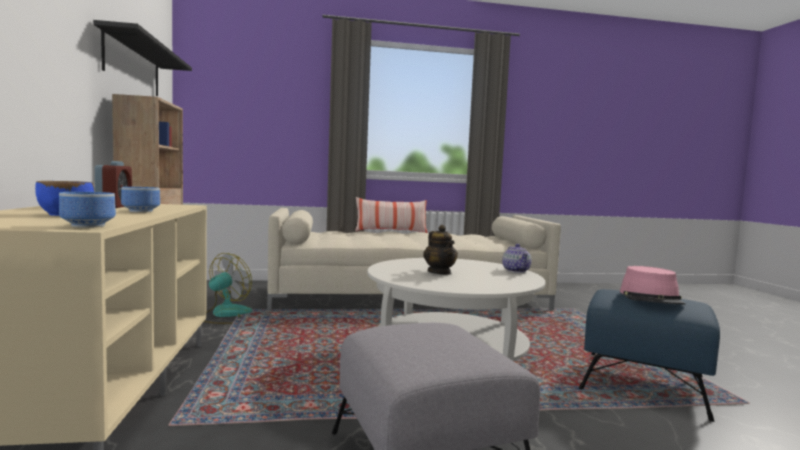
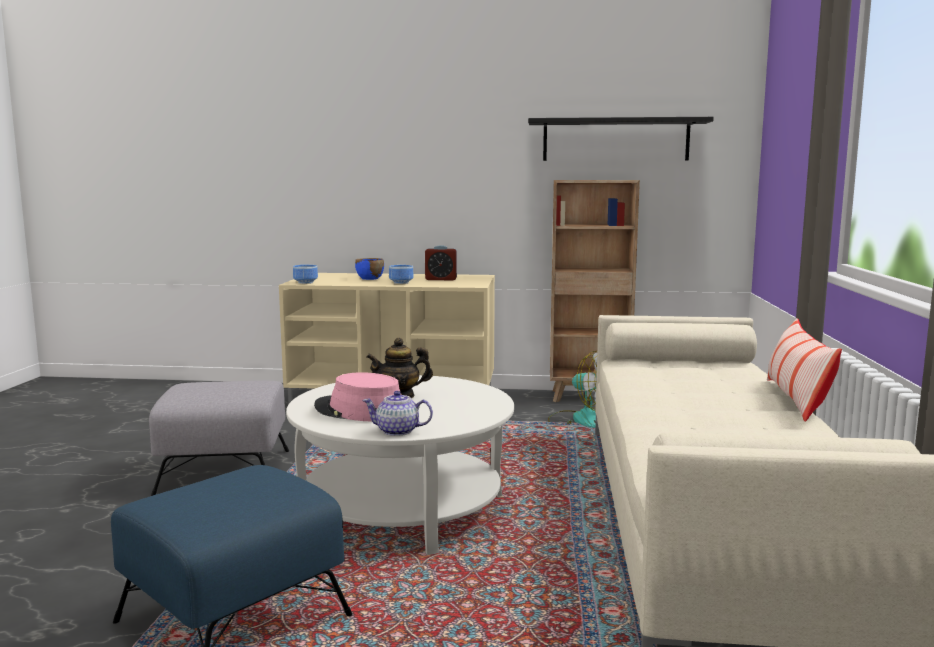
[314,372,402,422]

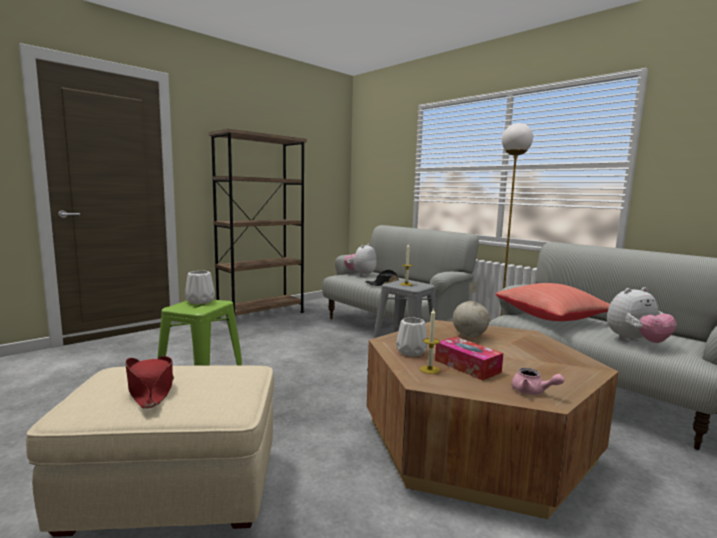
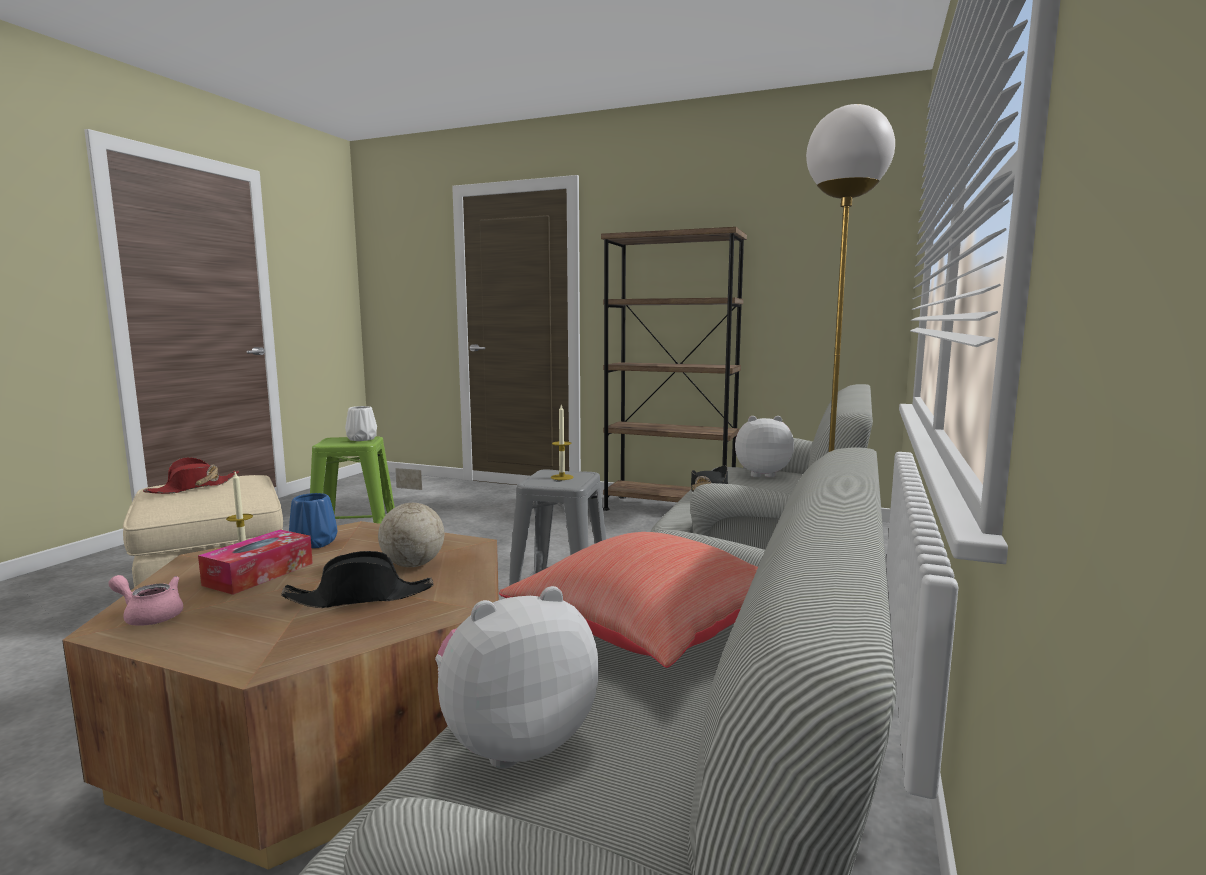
[109,575,183,626]
[281,551,433,608]
[289,493,337,548]
[435,586,599,769]

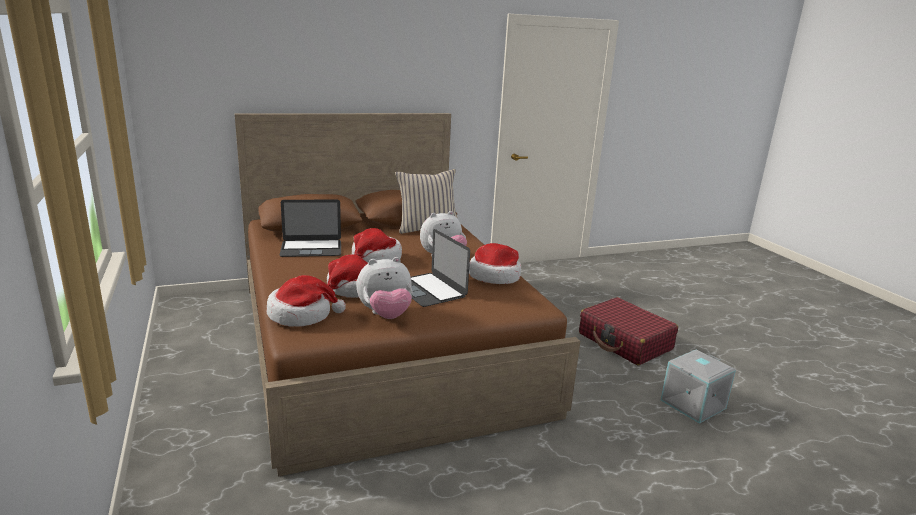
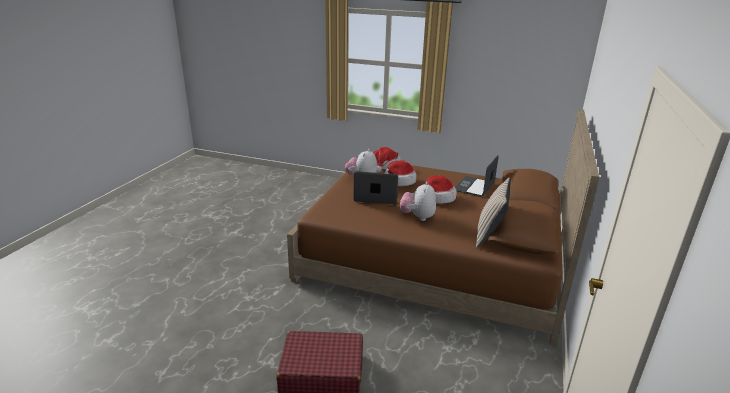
[469,243,521,284] (first image)
[661,349,736,424] (first image)

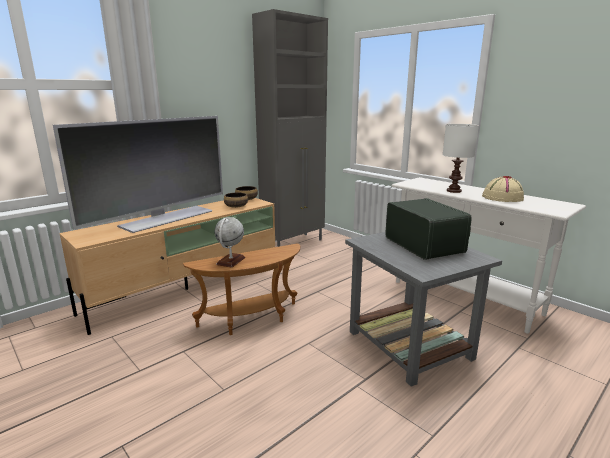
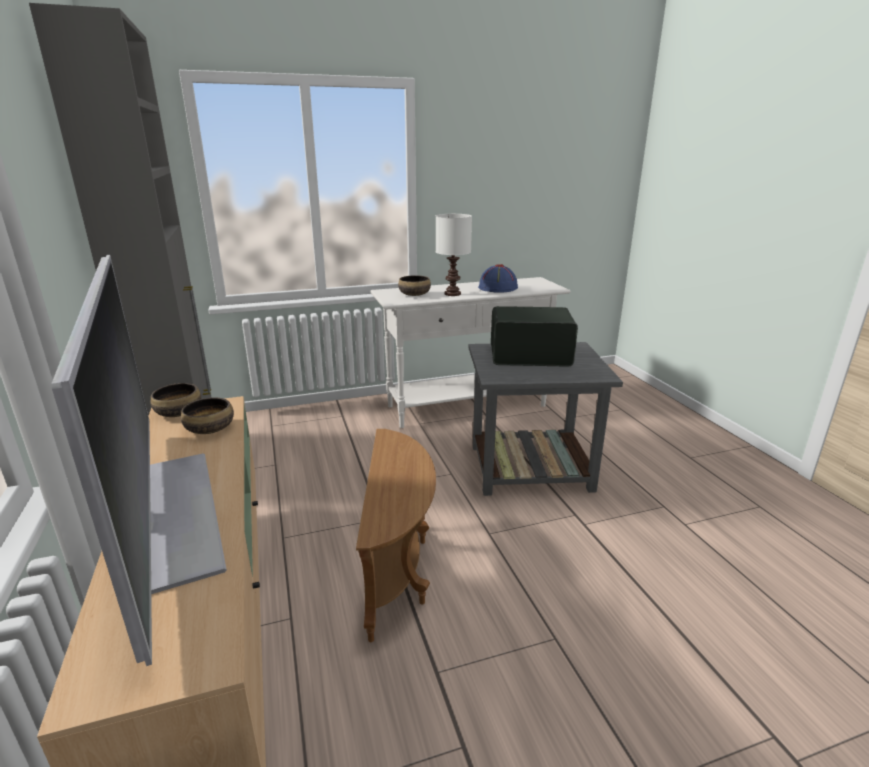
[398,275,431,296]
[478,264,518,293]
[215,217,245,268] (first image)

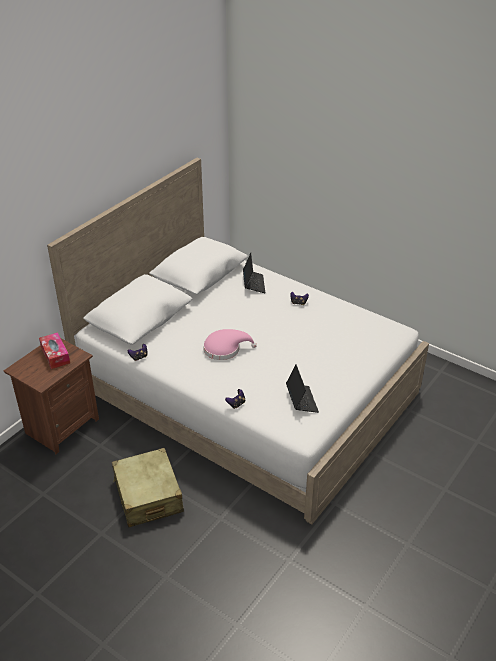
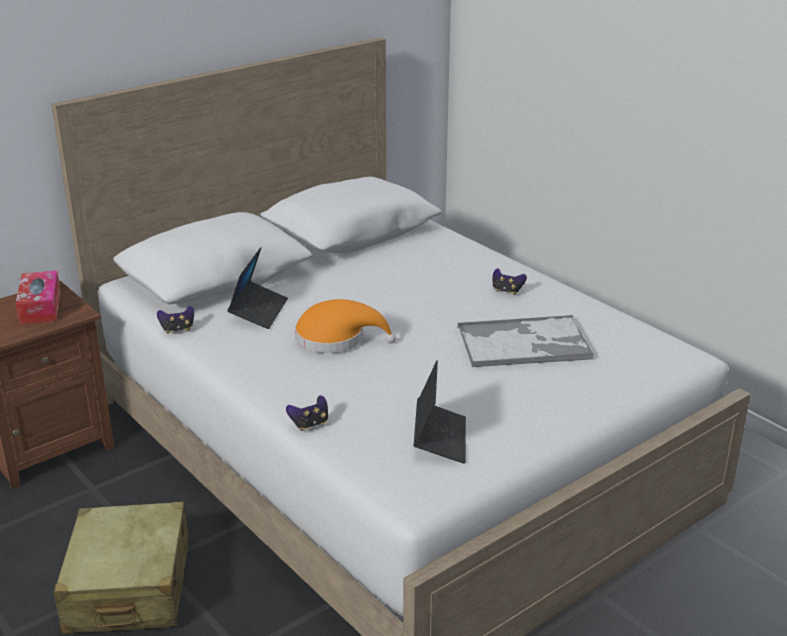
[227,247,288,329]
[295,299,396,353]
[458,315,594,368]

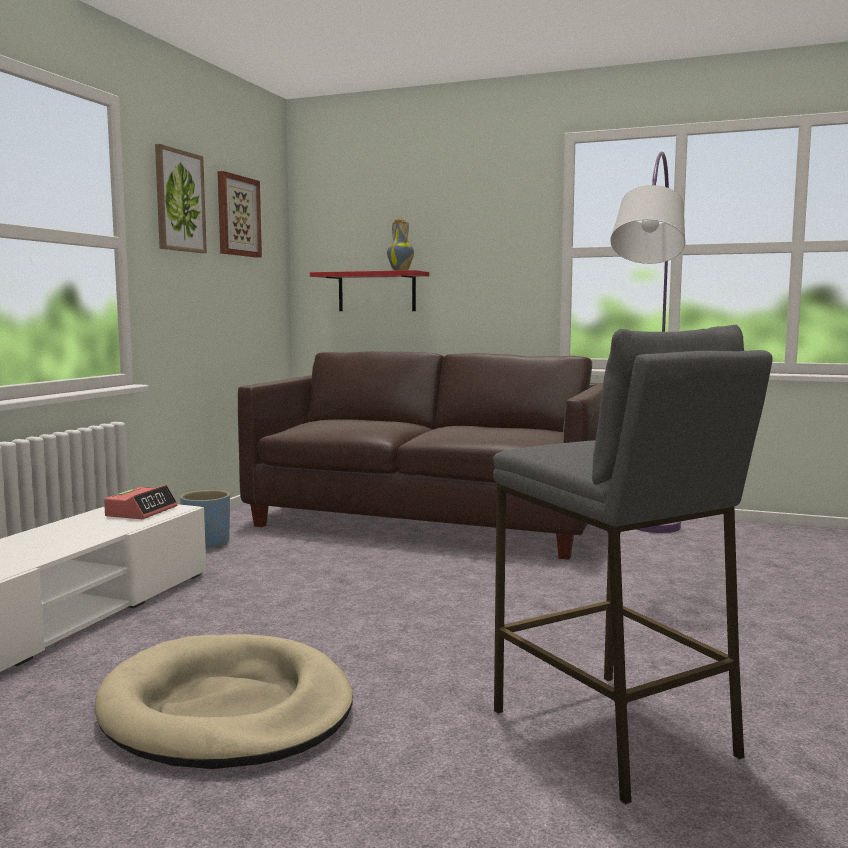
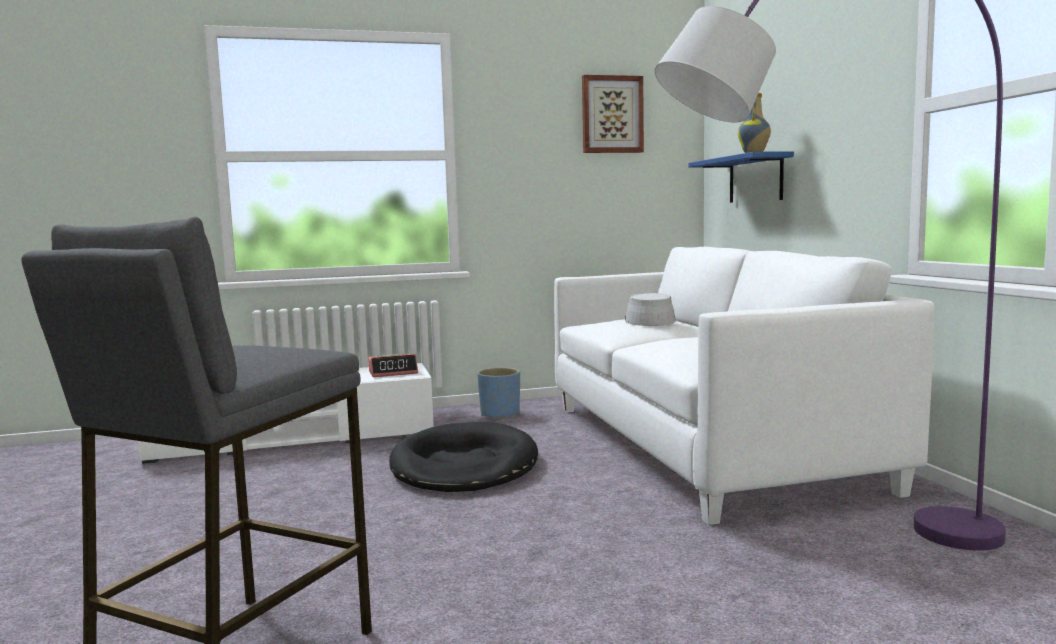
[389,422,538,492]
[554,247,935,525]
[625,293,676,326]
[688,151,794,203]
[94,634,353,769] (first image)
[155,144,207,253] (first image)

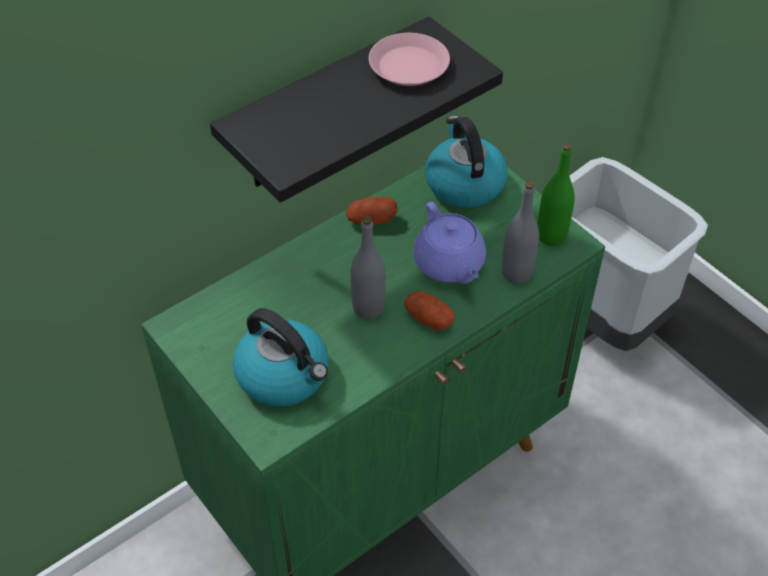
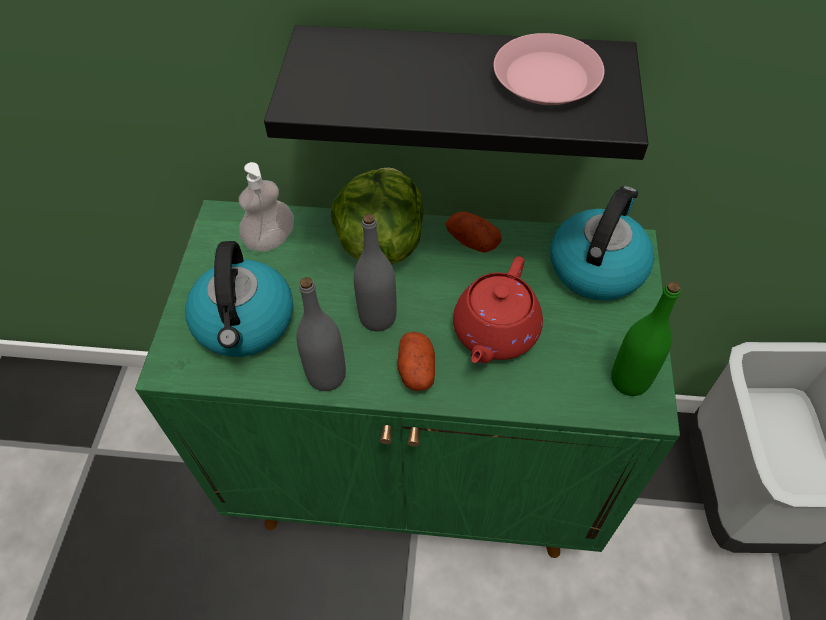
[239,162,294,252]
[296,277,346,391]
[331,167,424,264]
[453,256,543,364]

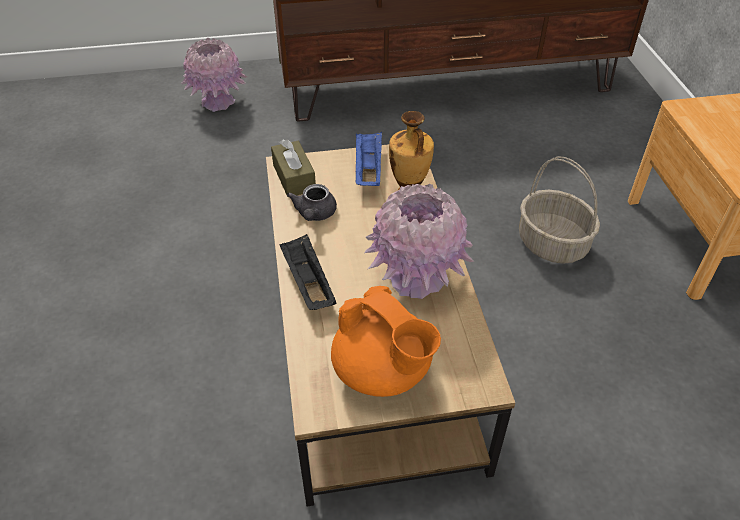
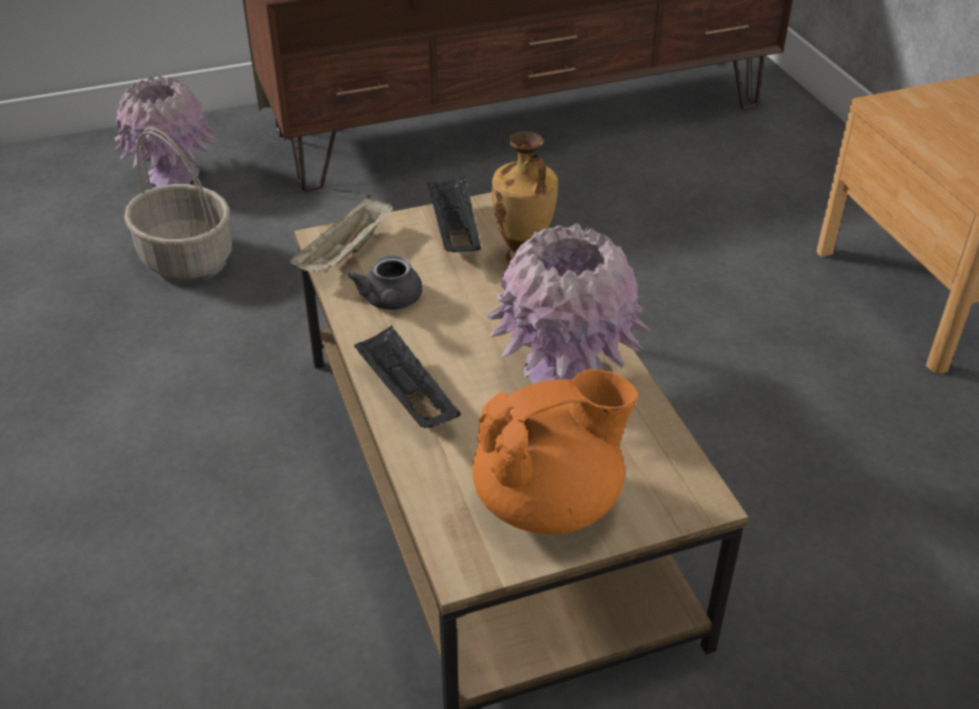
[124,127,232,279]
[290,195,393,273]
[428,177,481,252]
[472,369,637,534]

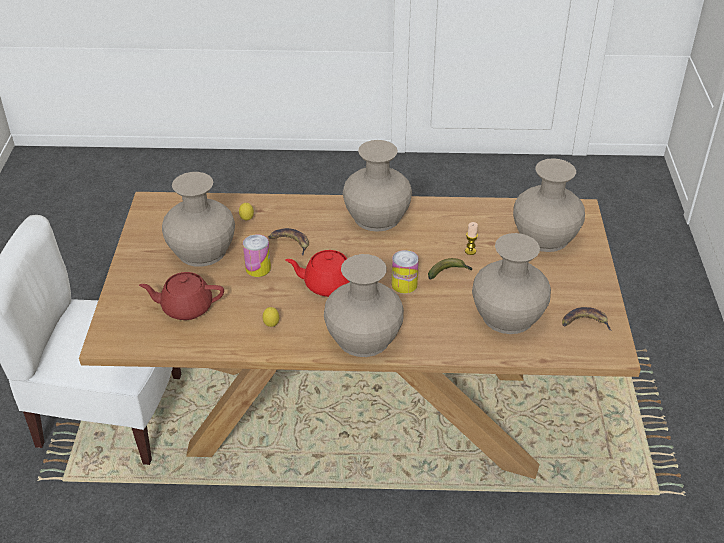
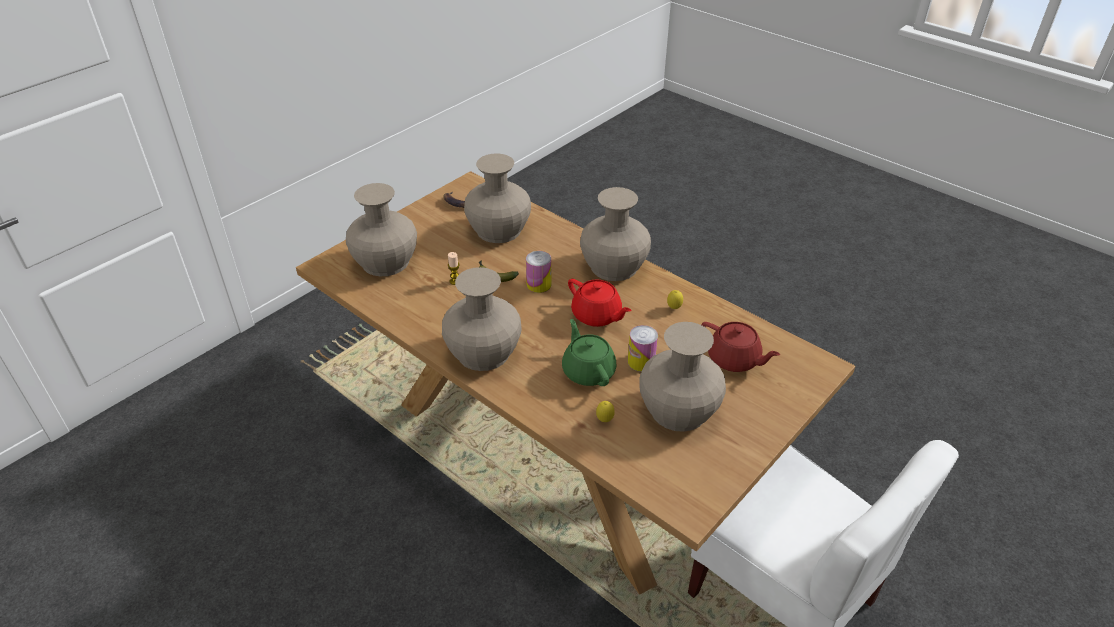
[562,319,617,386]

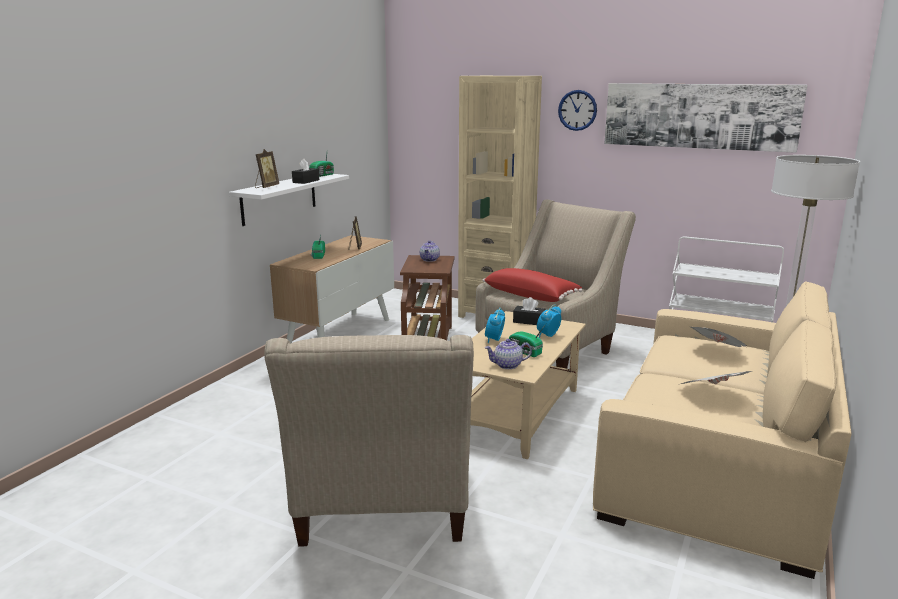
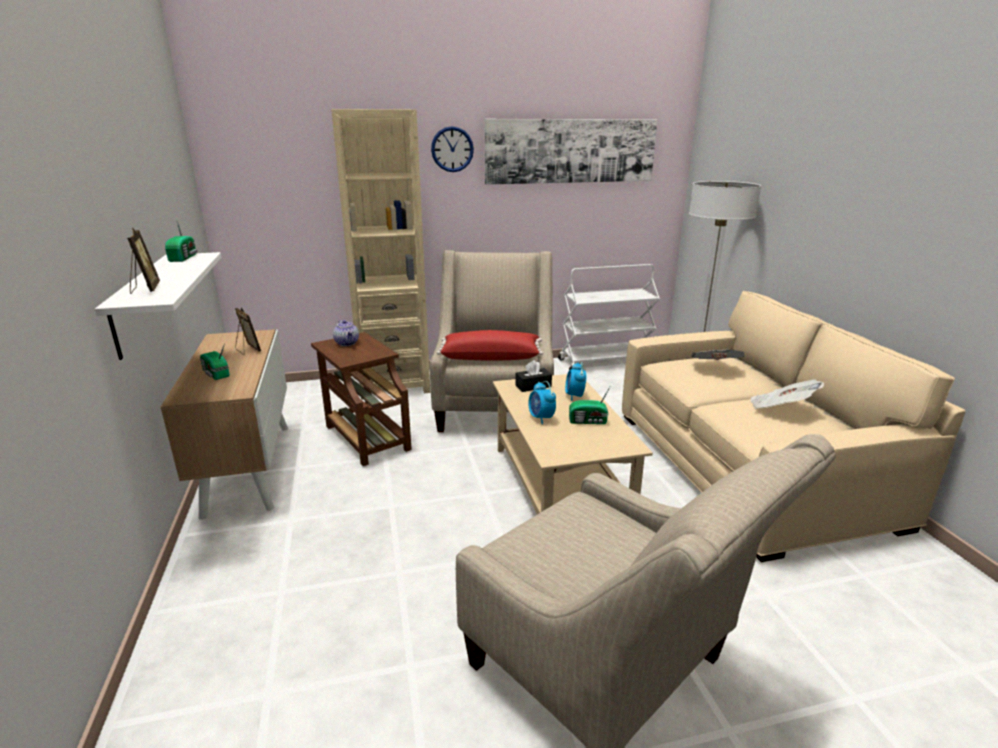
[292,159,319,184] (first image)
[485,339,532,369] (first image)

